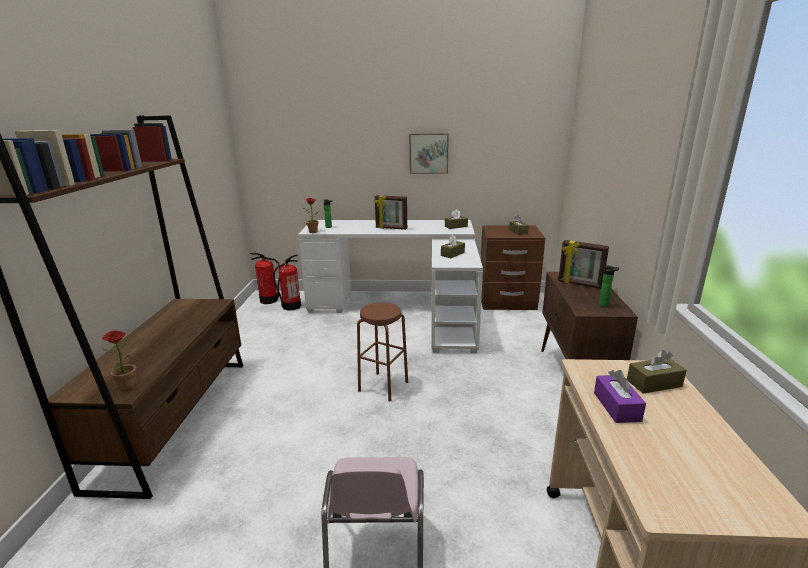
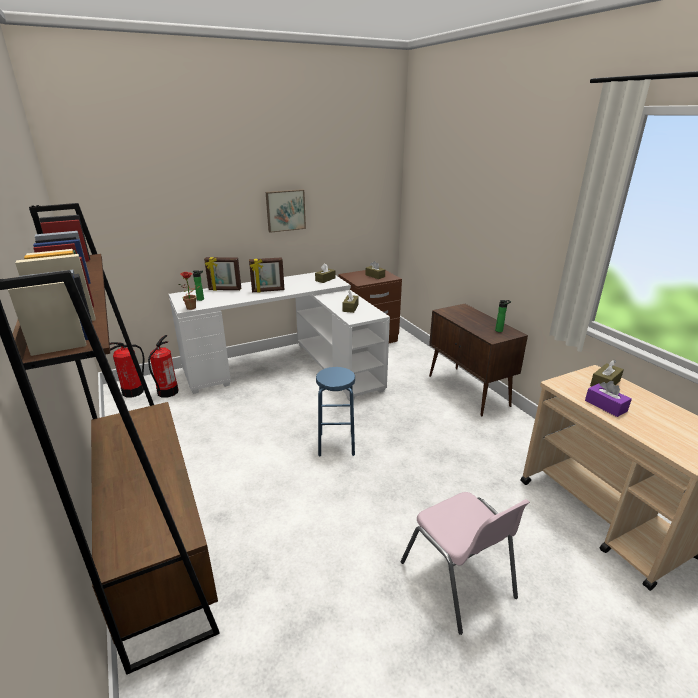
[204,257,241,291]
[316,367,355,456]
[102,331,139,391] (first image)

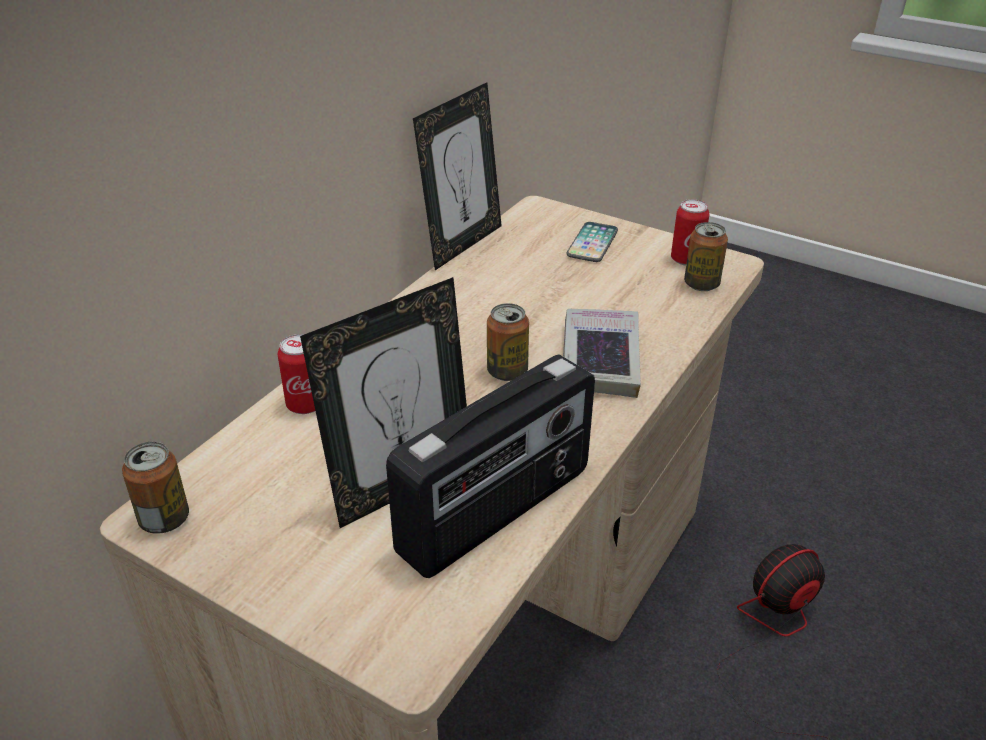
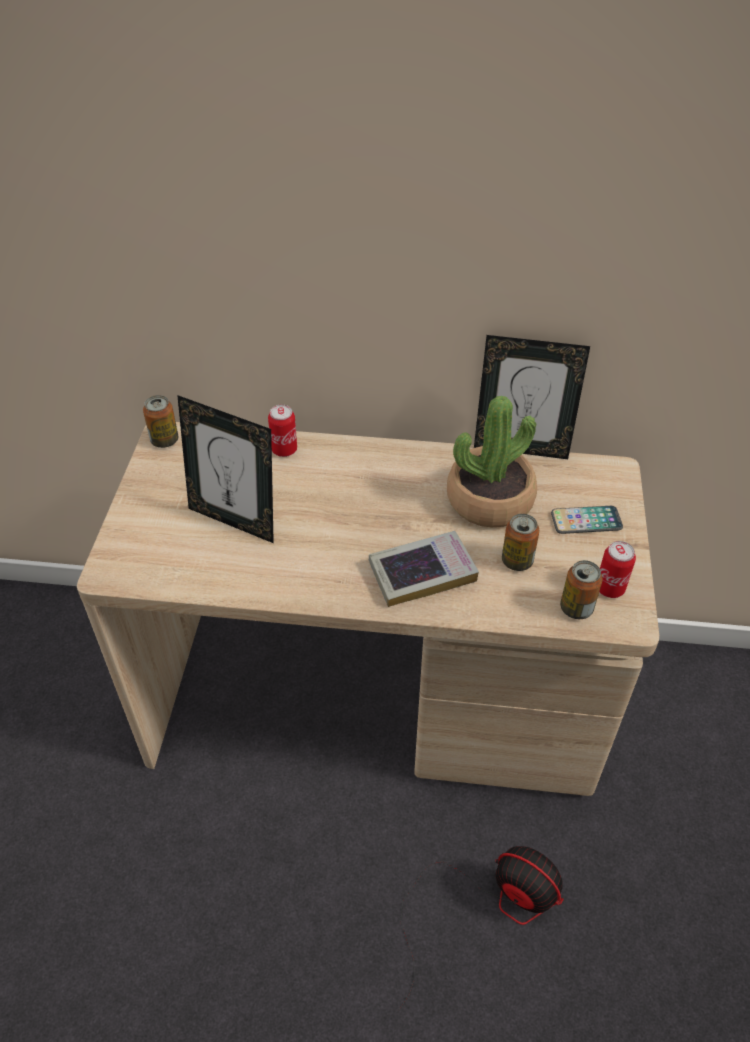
[447,395,537,527]
[502,514,540,571]
[386,354,595,578] (first image)

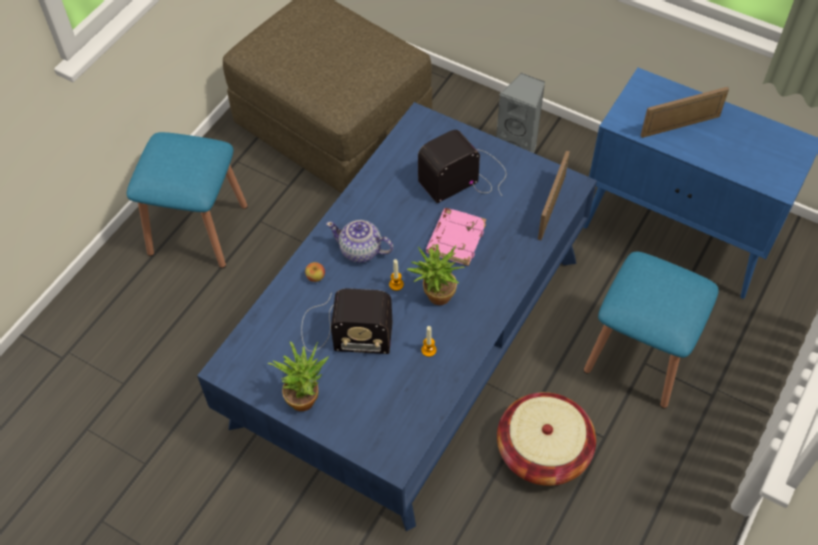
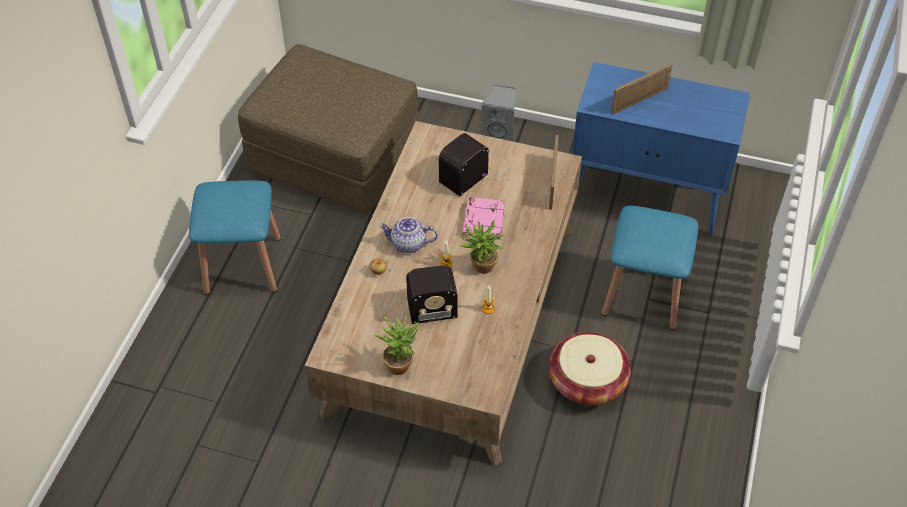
[305,121,582,466]

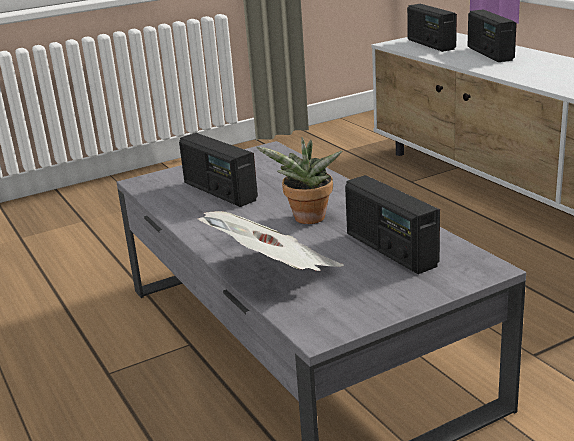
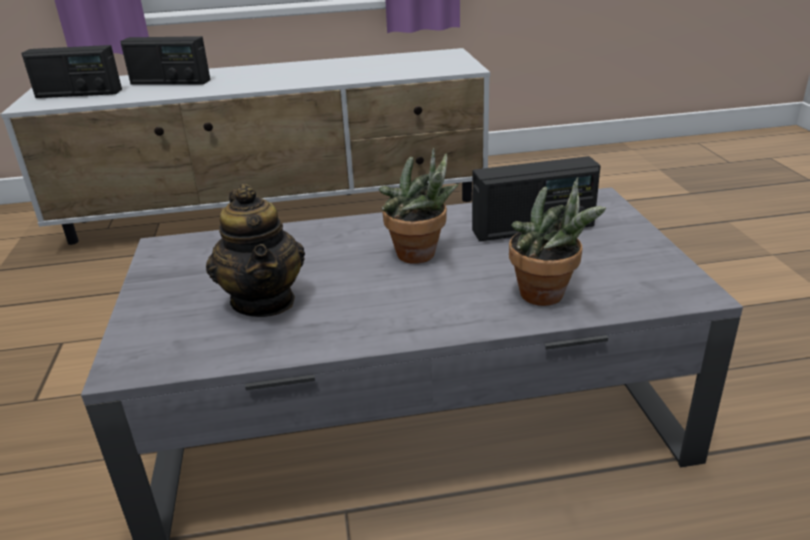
[206,184,305,317]
[509,177,606,306]

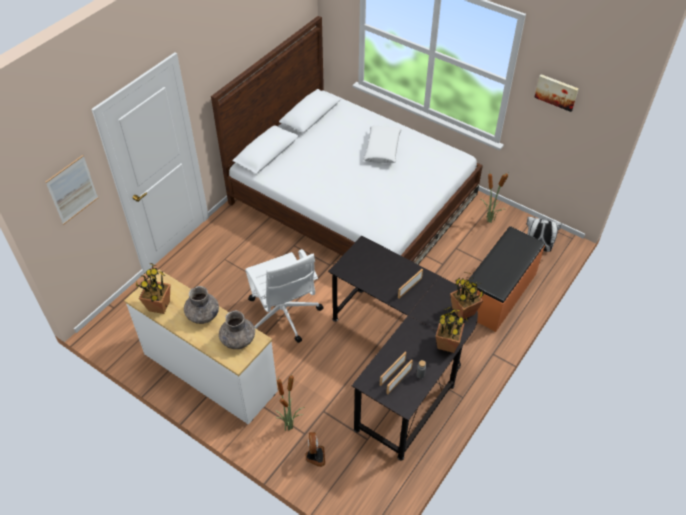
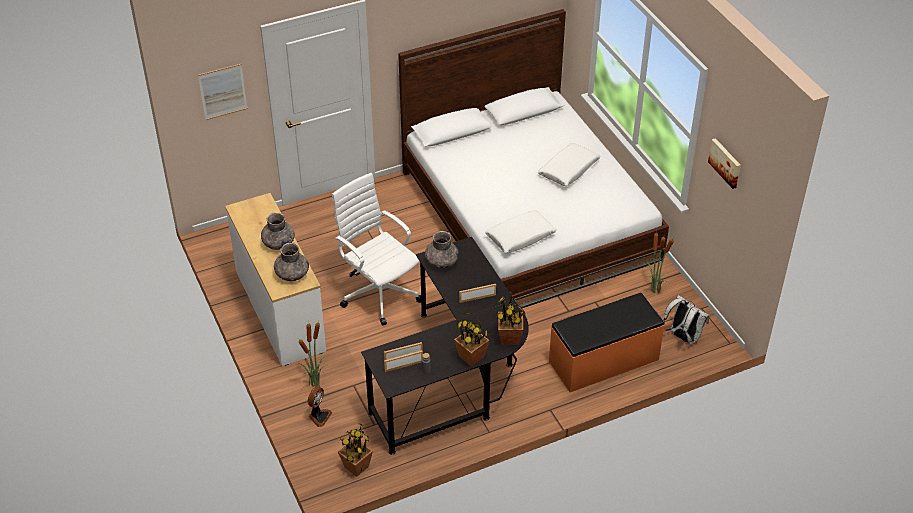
[332,173,421,326]
[338,423,373,477]
[425,231,459,269]
[485,210,557,253]

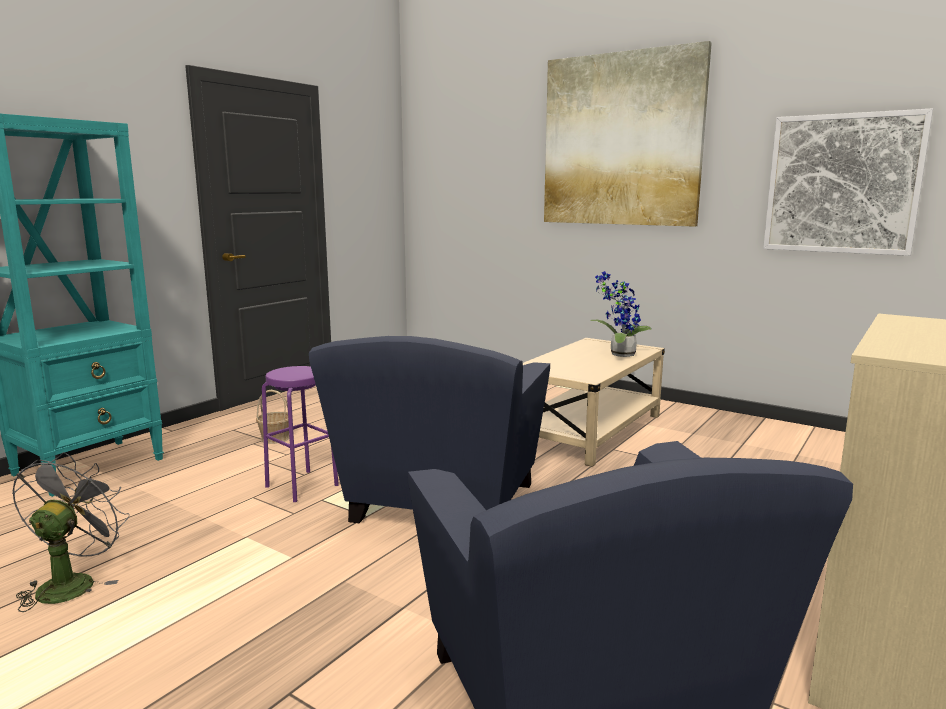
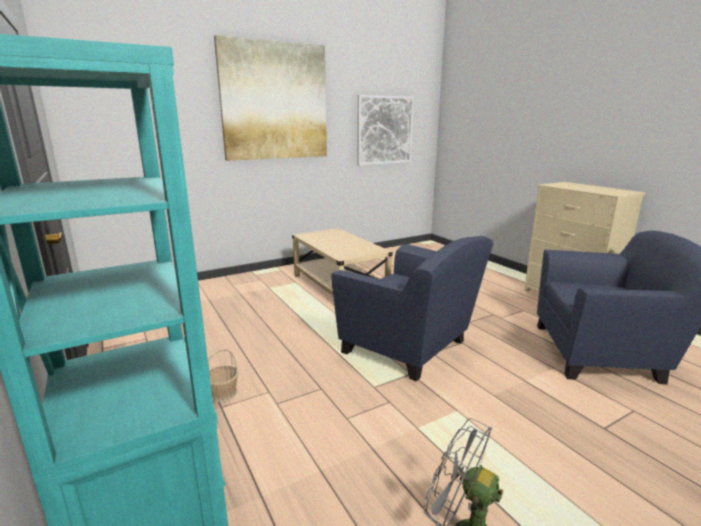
[262,366,339,502] (first image)
[590,271,651,357] (first image)

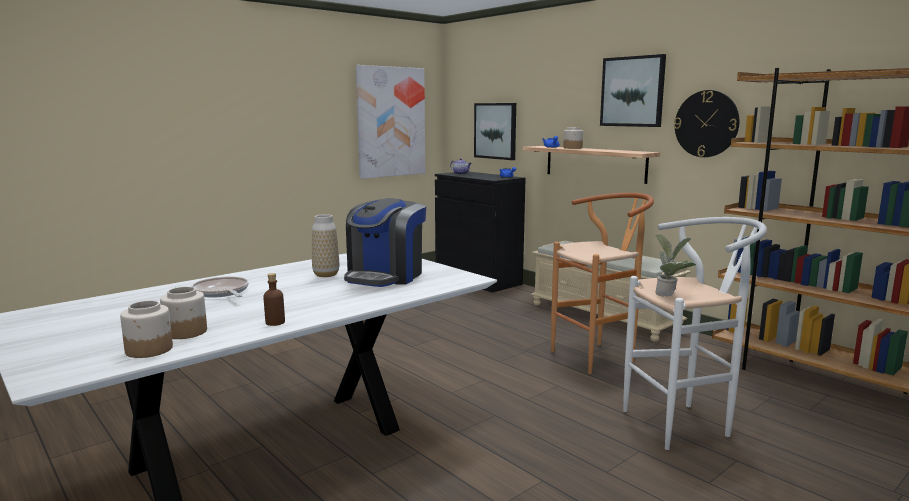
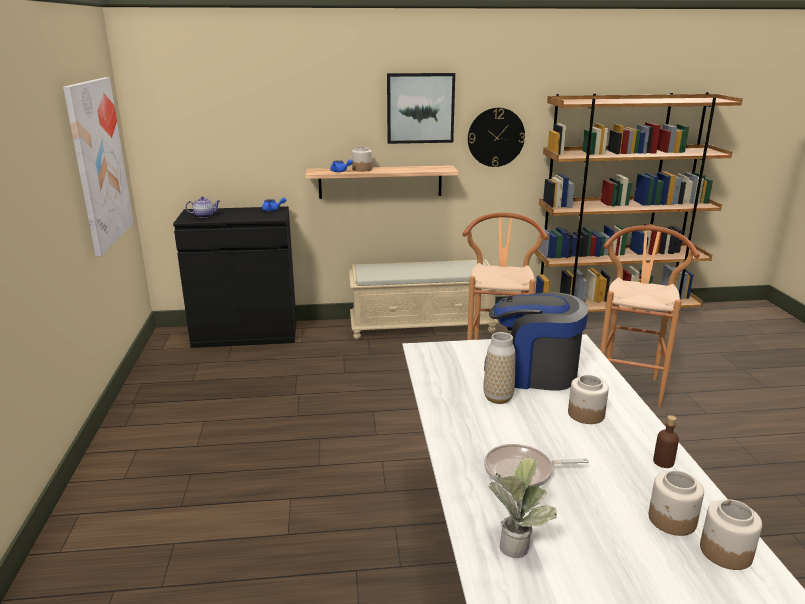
[484,292,588,390]
[488,457,557,558]
[568,375,609,424]
[600,226,700,407]
[474,103,516,160] (first image)

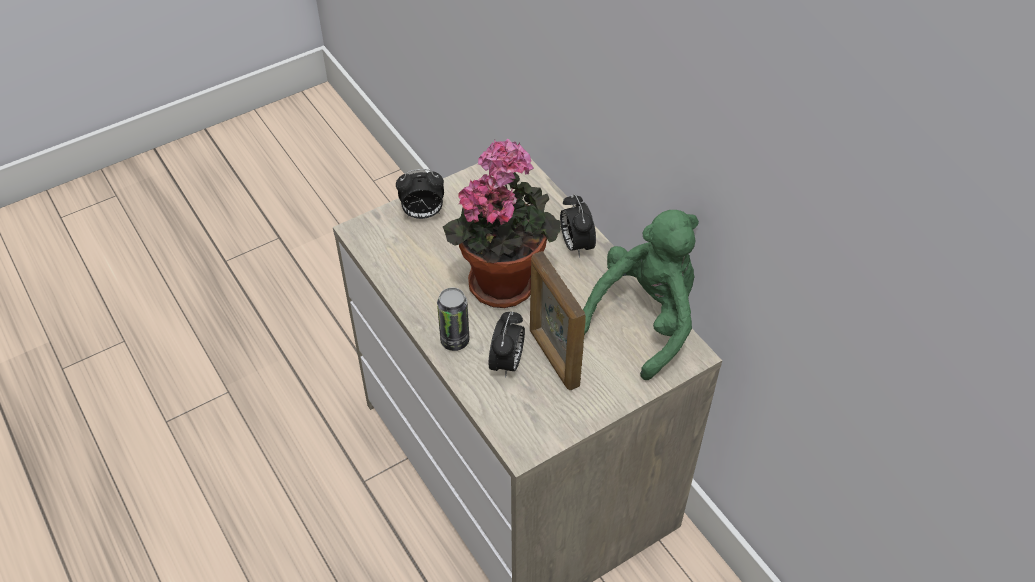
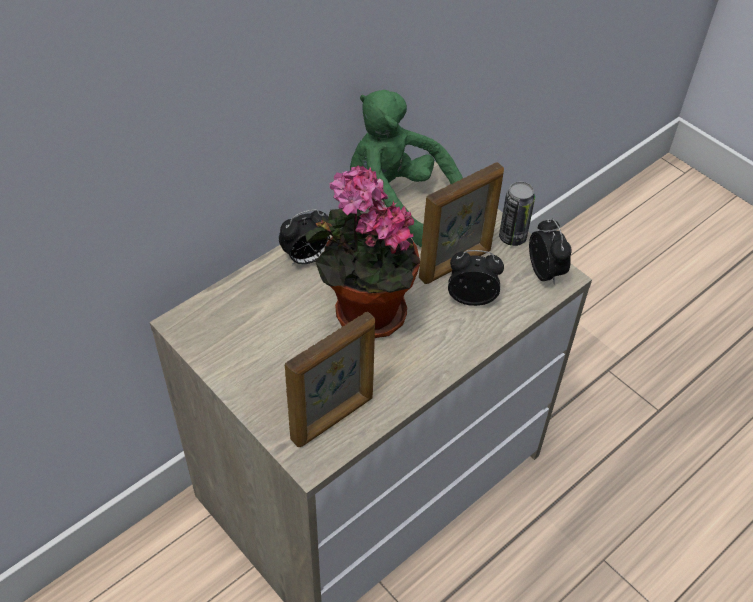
[285,311,375,447]
[499,181,535,246]
[529,218,572,285]

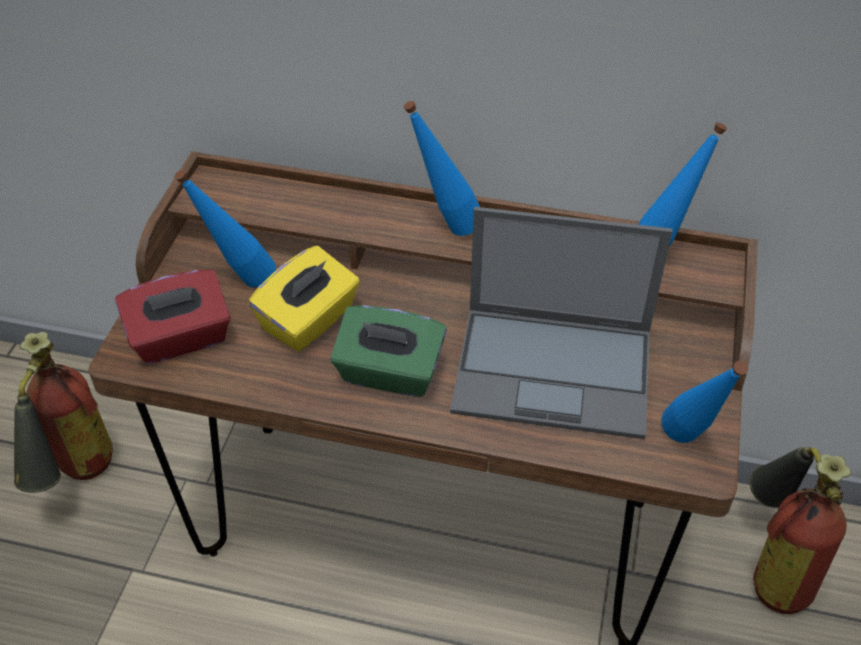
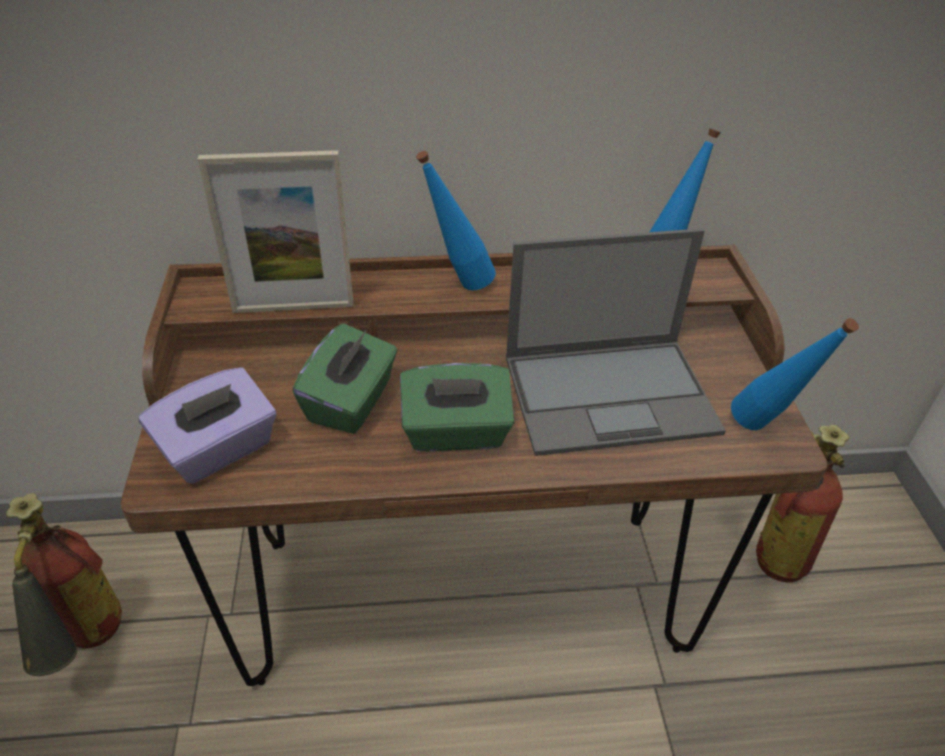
[138,367,276,484]
[197,150,353,313]
[293,323,398,434]
[174,170,276,287] (first image)

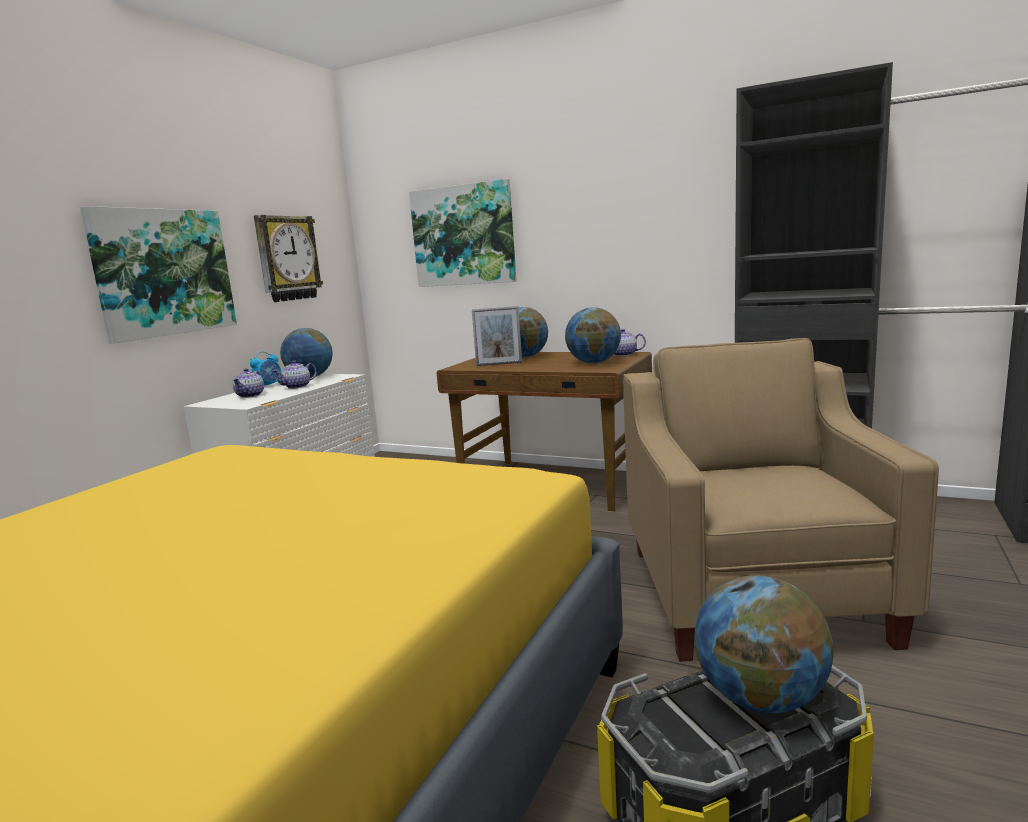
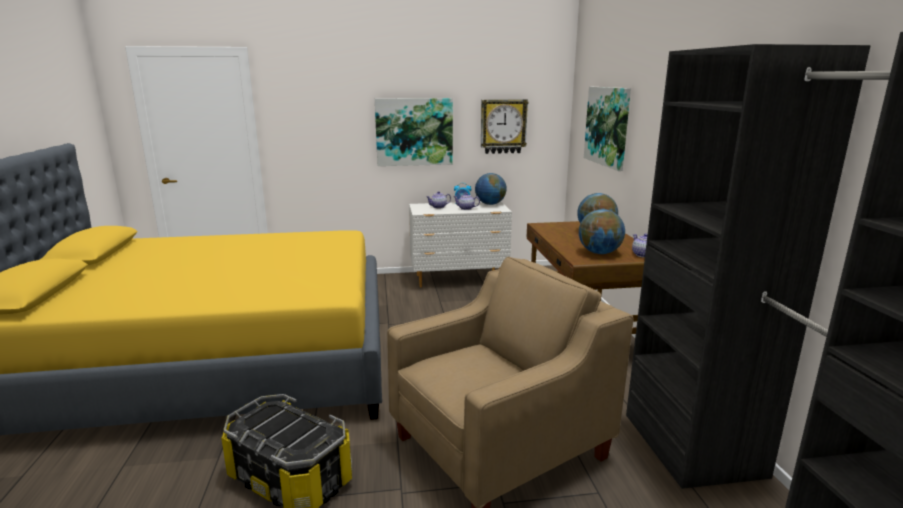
[472,306,522,366] (first image)
[694,575,834,713] (first image)

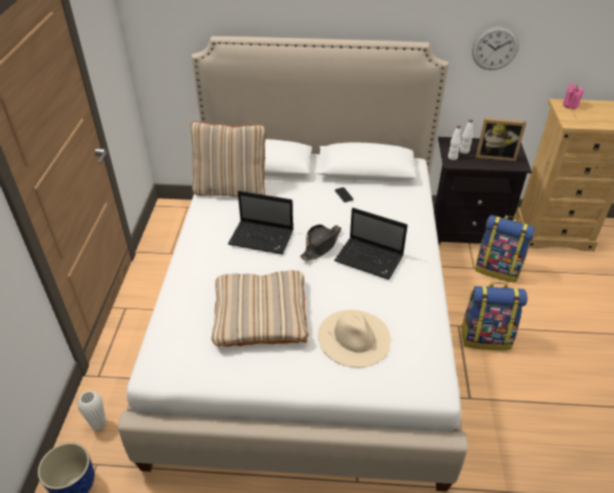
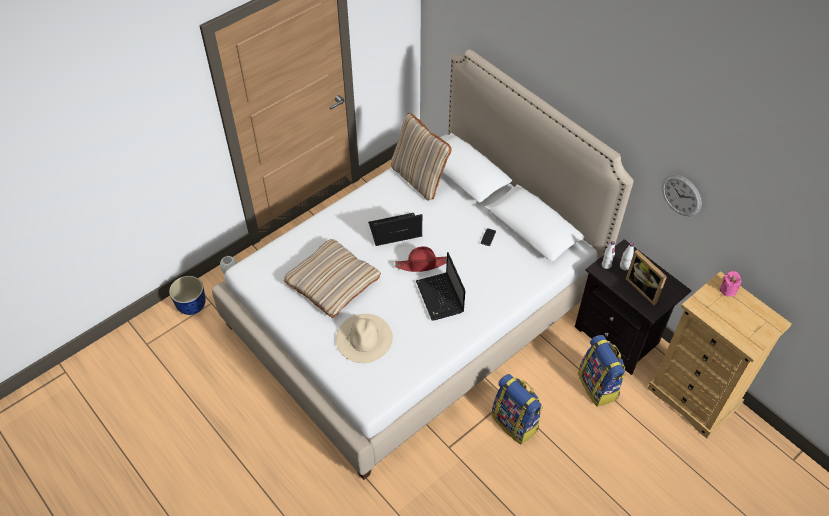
[368,213,422,246]
[395,246,447,272]

